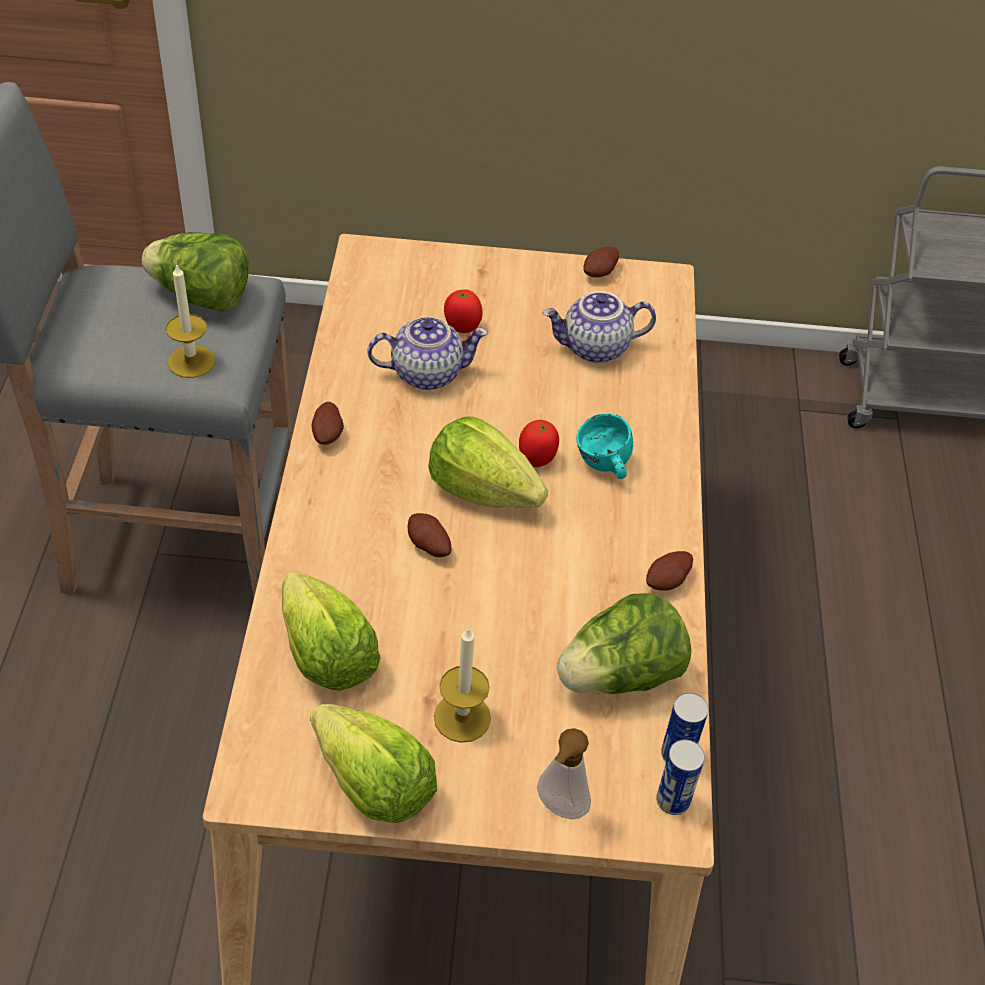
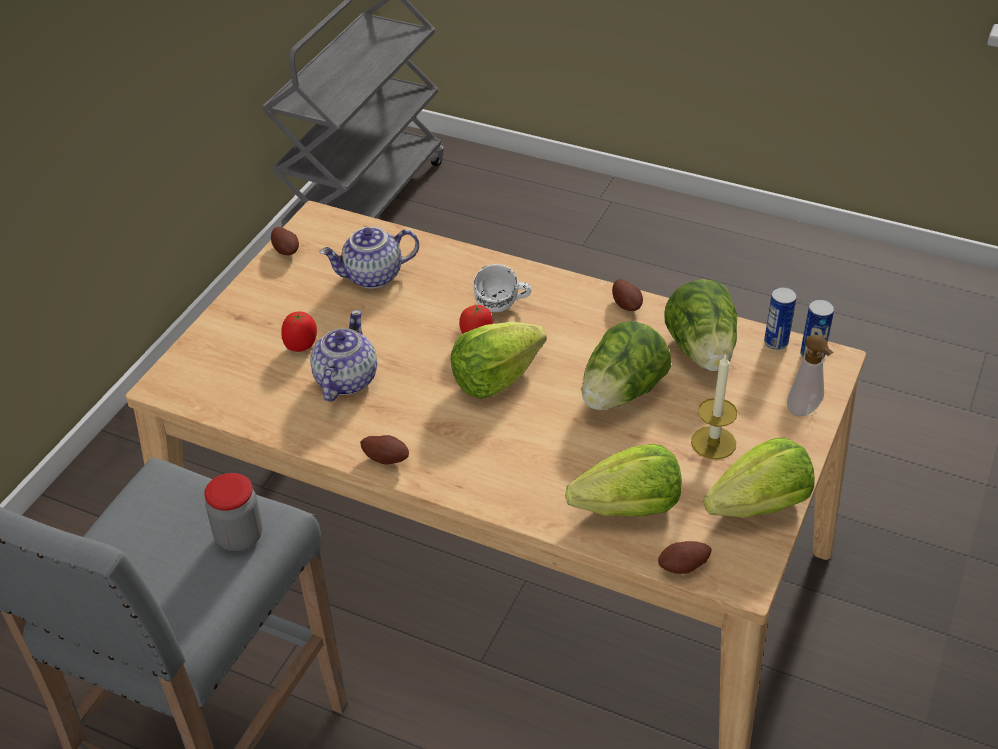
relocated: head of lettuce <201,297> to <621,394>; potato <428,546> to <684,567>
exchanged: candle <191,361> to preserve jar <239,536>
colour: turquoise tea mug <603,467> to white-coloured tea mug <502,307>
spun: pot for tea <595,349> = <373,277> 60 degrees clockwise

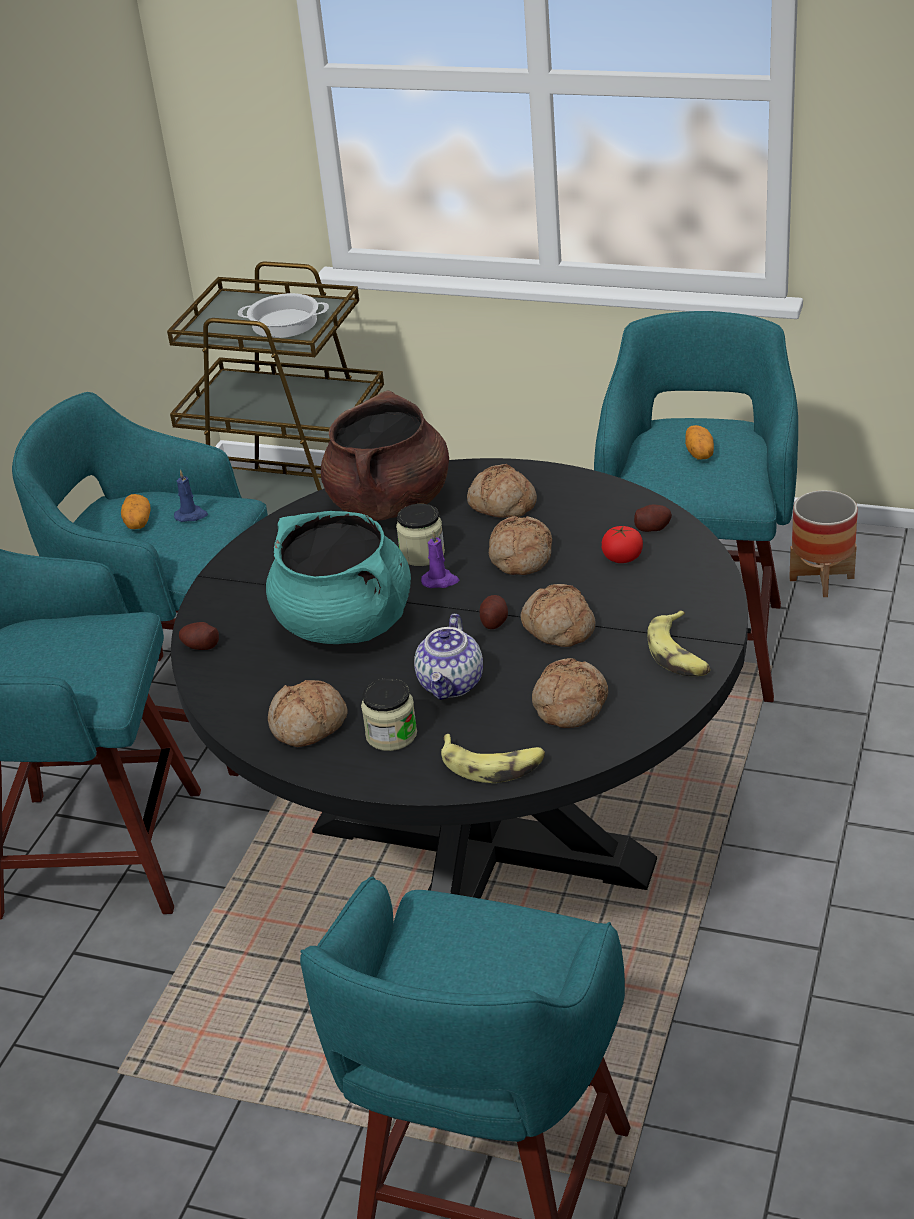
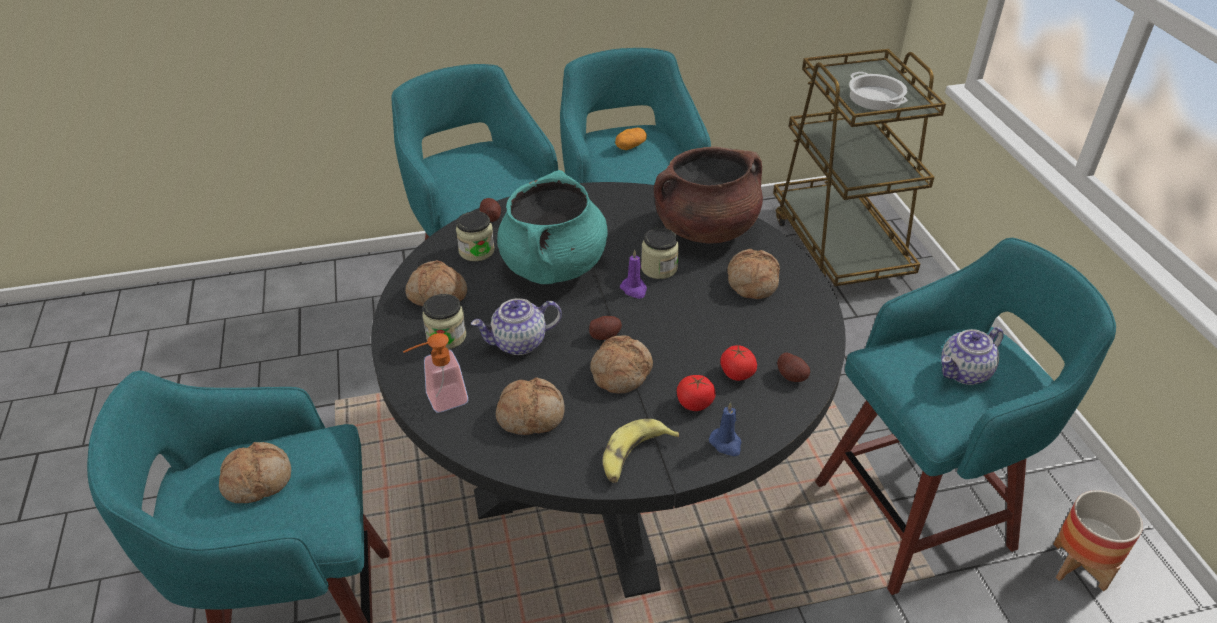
appeared: preserve jar <476,251>; whole tomato <695,403>
relocated: blue-coloured candle <191,515> to <726,443>; baked bread <519,557> to <258,479>
exchanged: whole banana <493,764> to soap dispenser <439,401>; potato <699,453> to pot for tea <965,373>

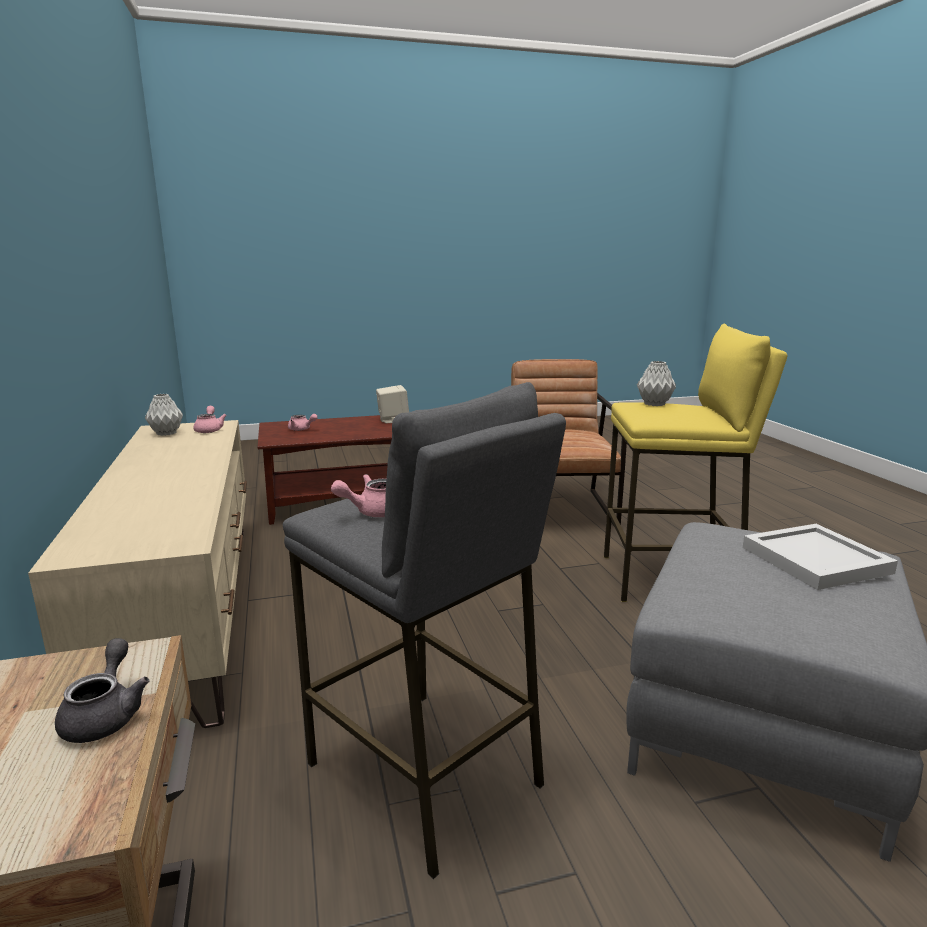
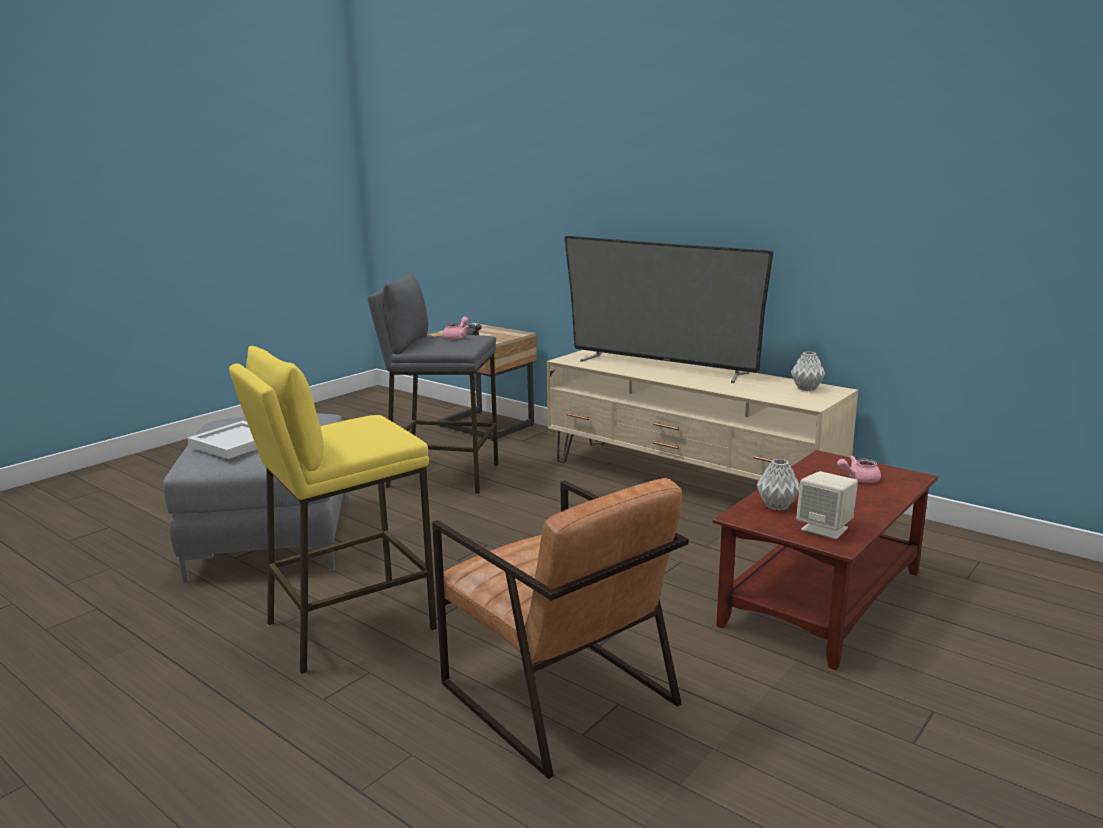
missing: pink-coloured pot for tea <209,429>
appeared: TV set <661,367>
relocated: gray flower vase <654,404> to <777,506>

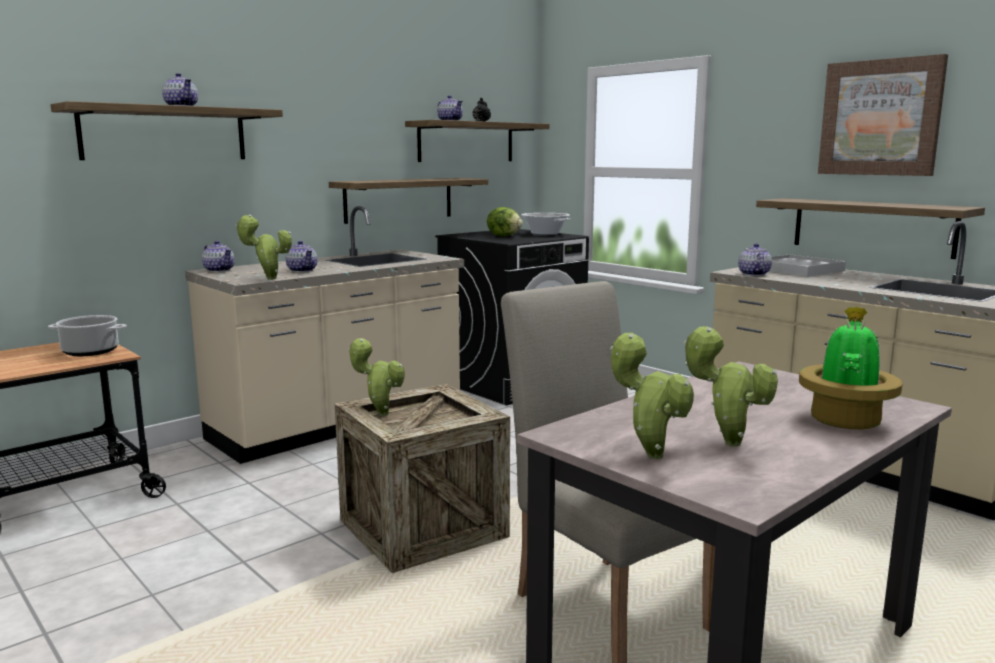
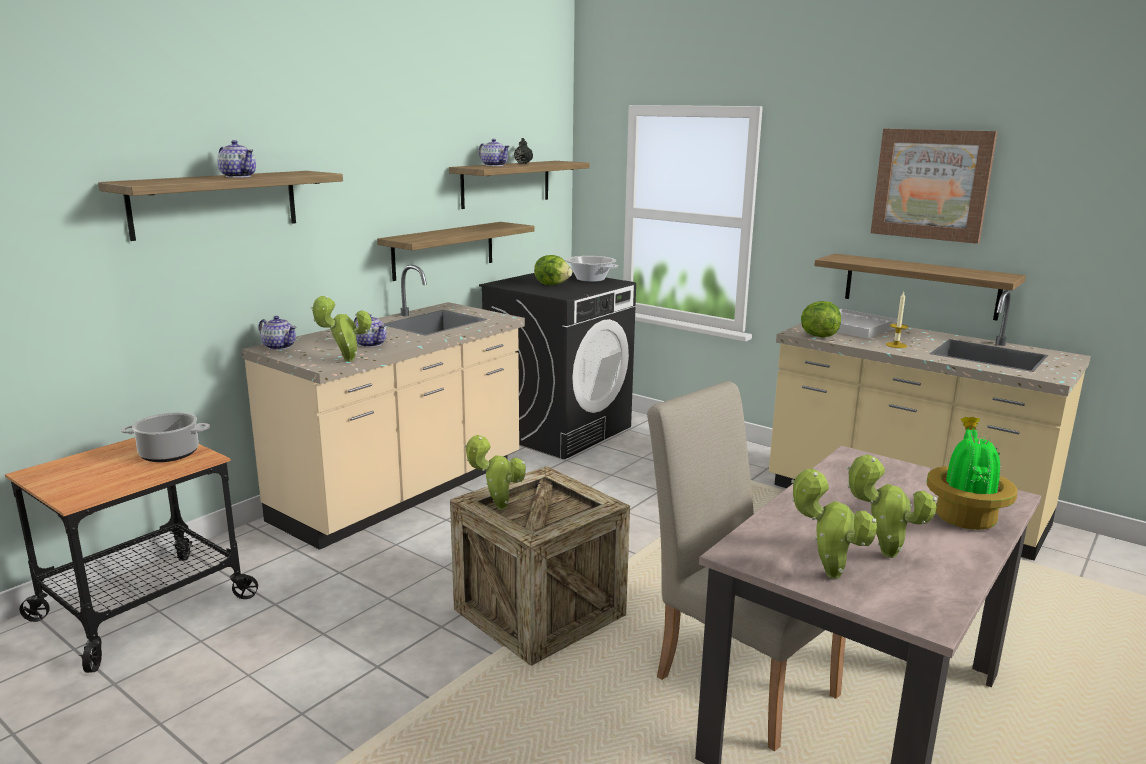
appeared: candle <896,345>
exchanged: pot for tea <753,274> to head of lettuce <818,336>

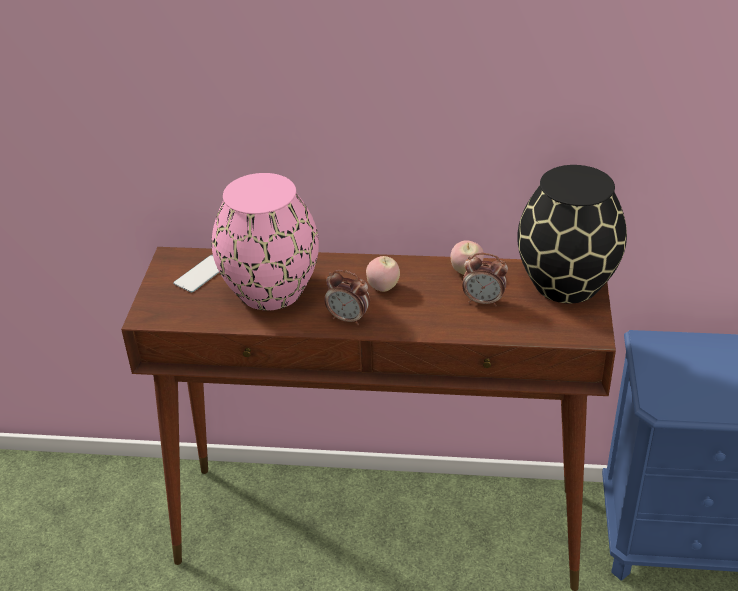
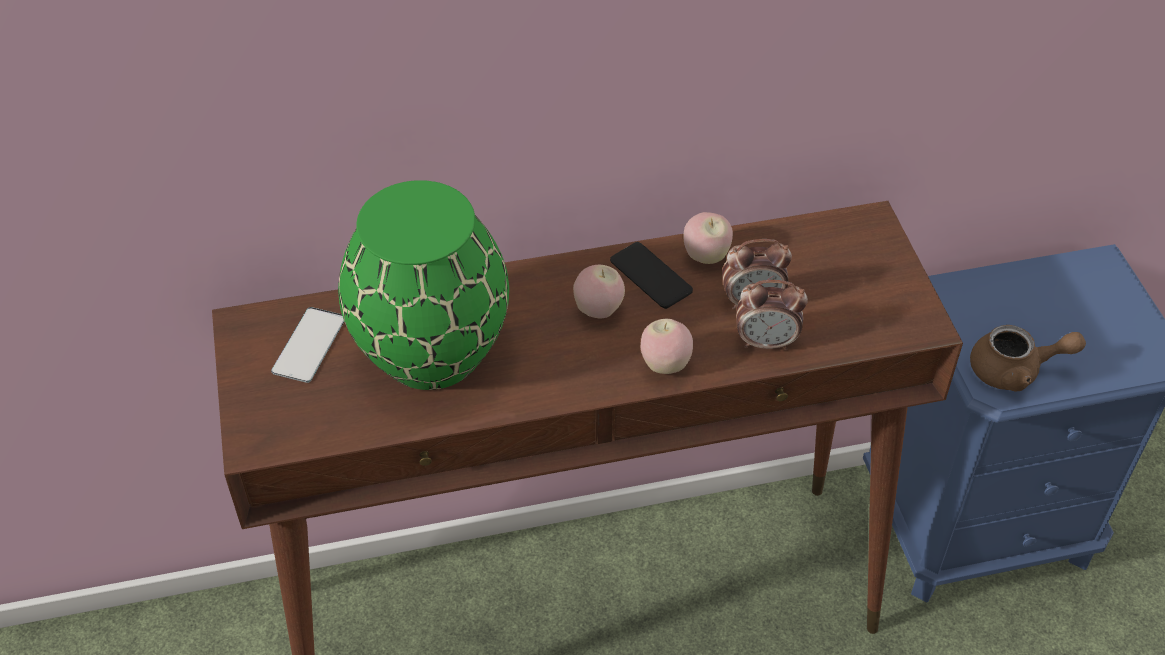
missing: black flower vase <567,284>
appeared: phone <651,276>; whole apple <665,365>; brownish pot for tea <1015,370>
relocated: table clock <348,319> to <766,342>
colour: pink-coloured flower vase <272,291> to green-coloured flower vase <434,352>

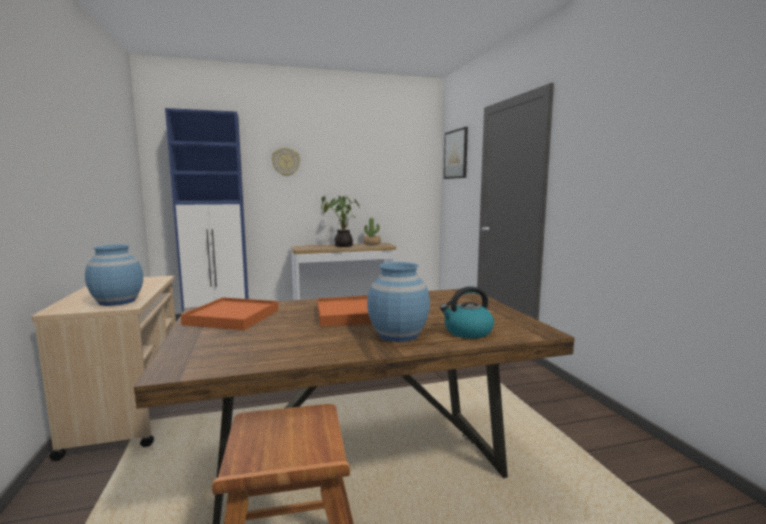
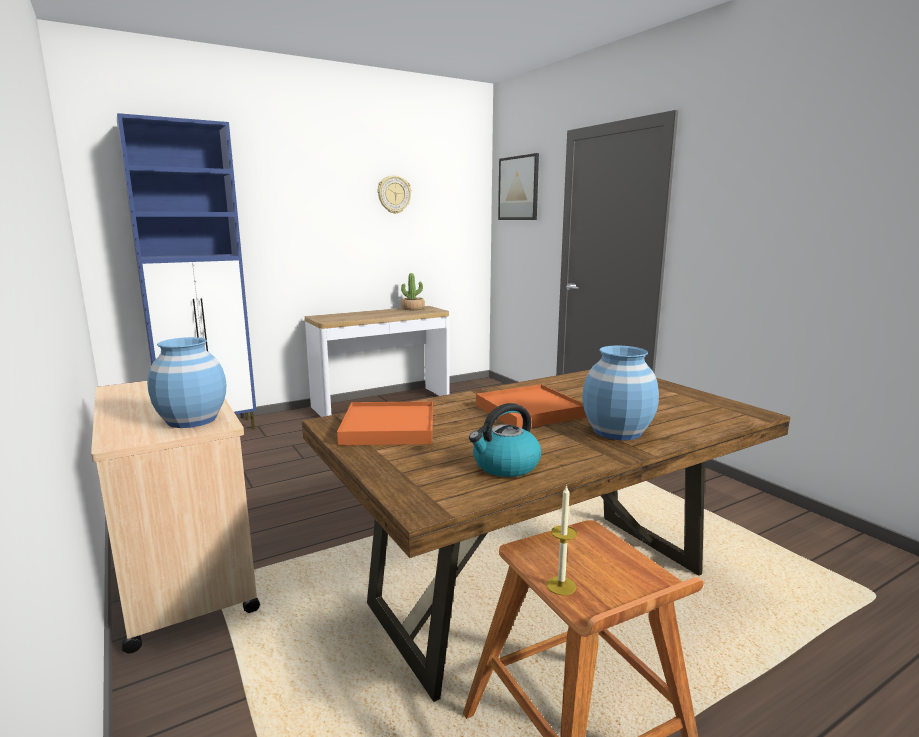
missing: houseplant <342,245>
appeared: candle <561,586>
relocated: clock on the wall <286,162> to <394,194>; water kettle <467,332> to <505,466>

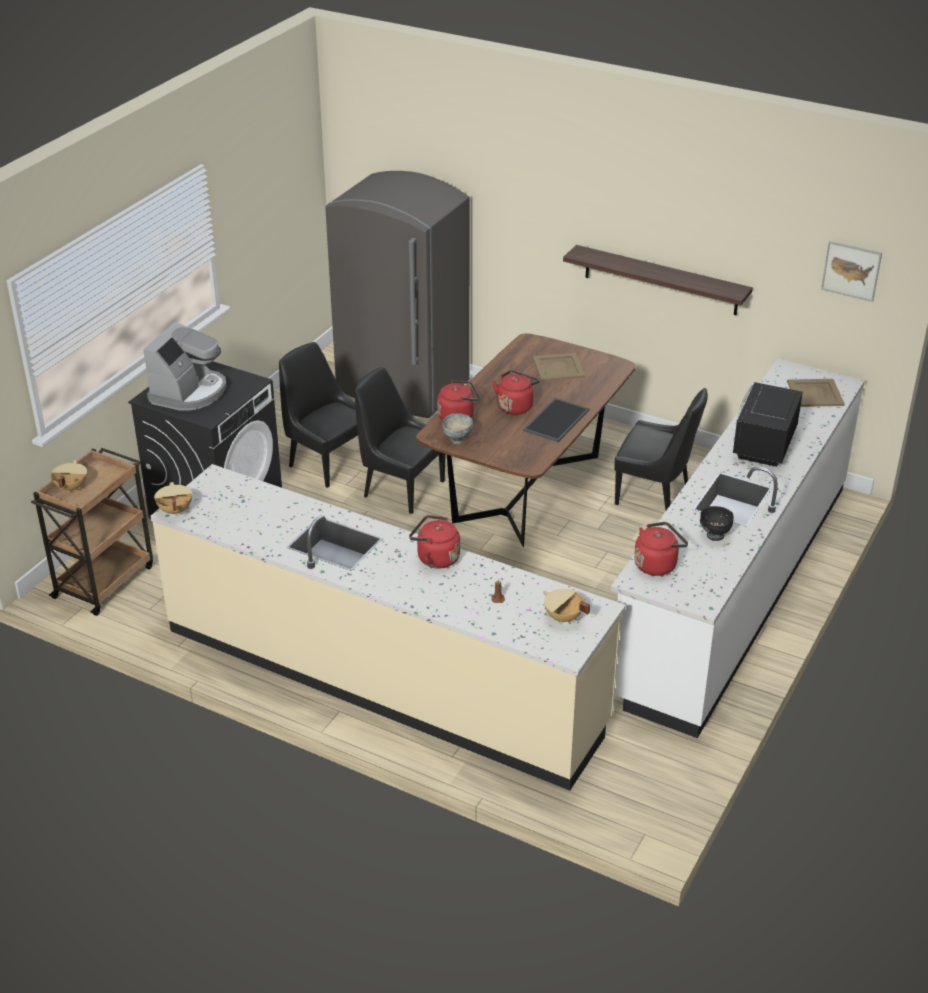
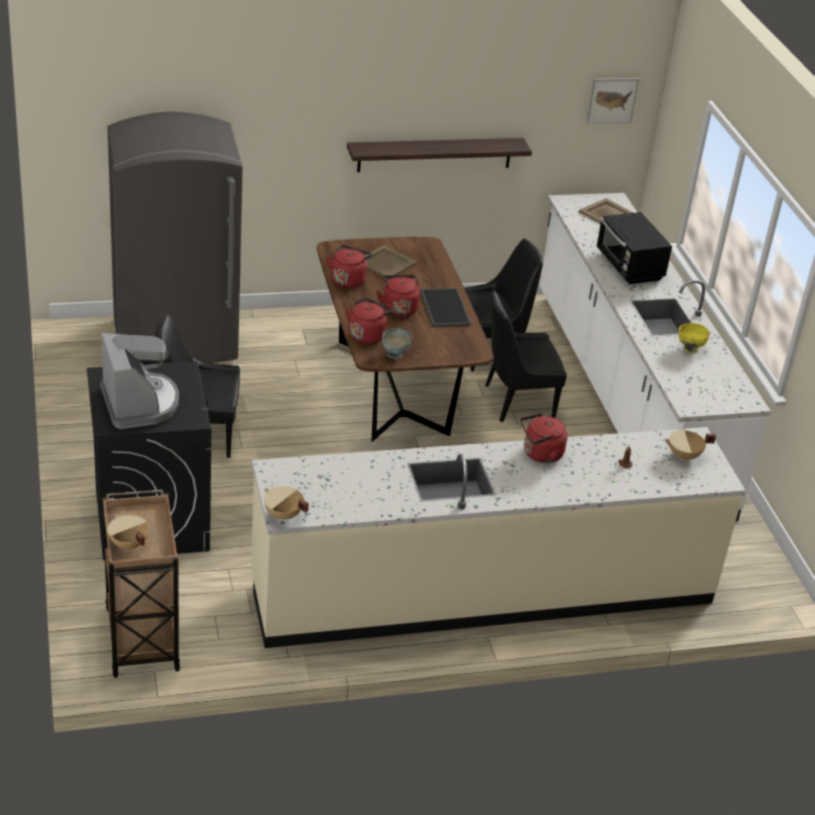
relocated: black chair <401,488> to <516,402>; red water kettle <657,564> to <348,280>
colour: black bowl <714,535> to yellowish bowl <690,349>

